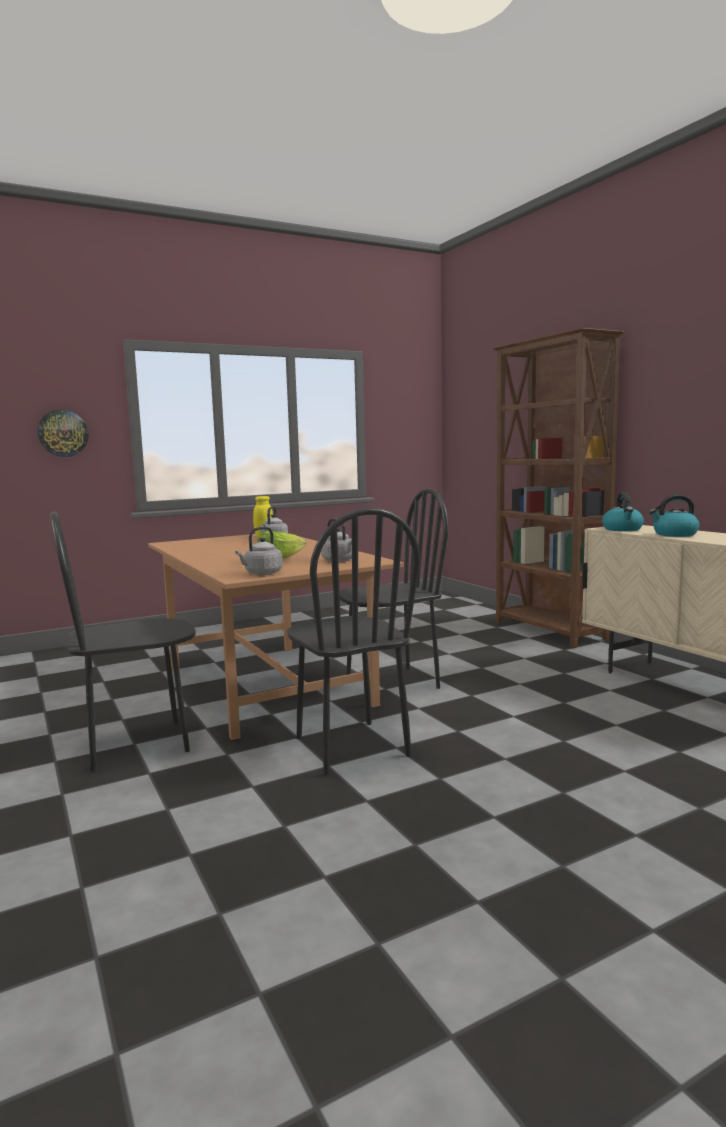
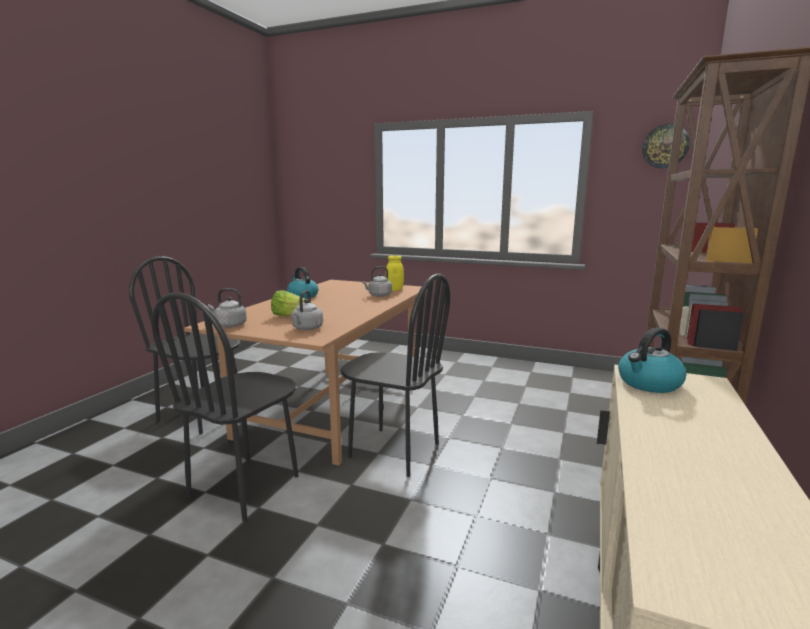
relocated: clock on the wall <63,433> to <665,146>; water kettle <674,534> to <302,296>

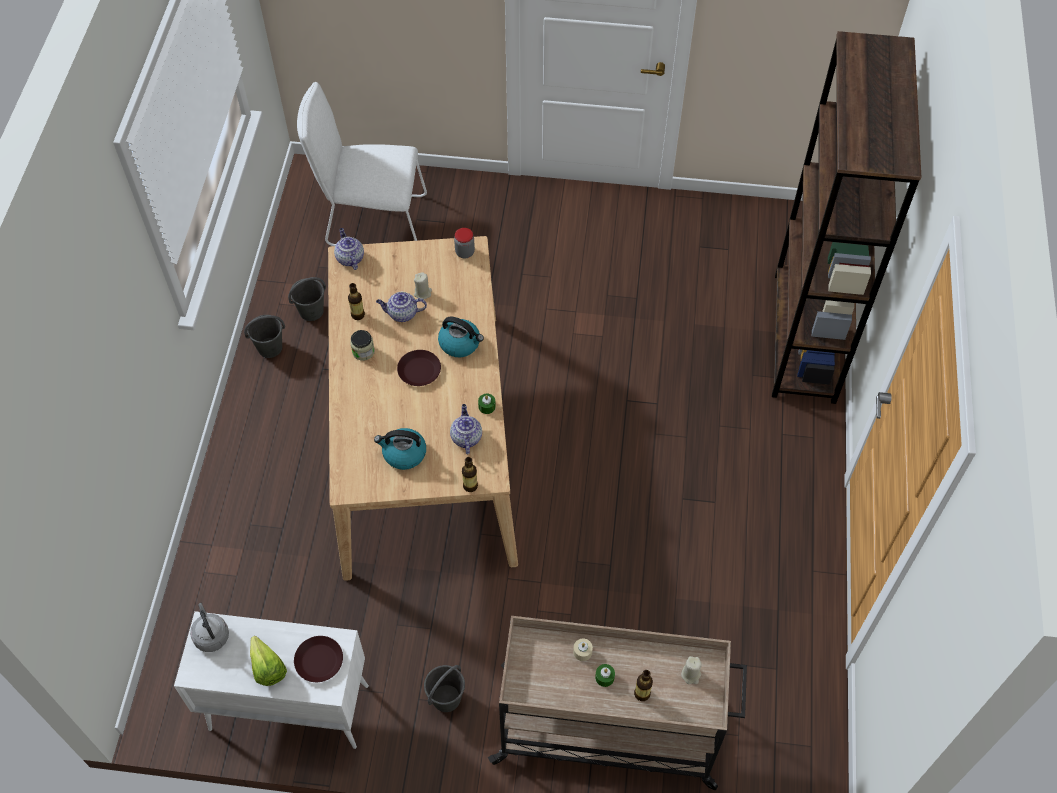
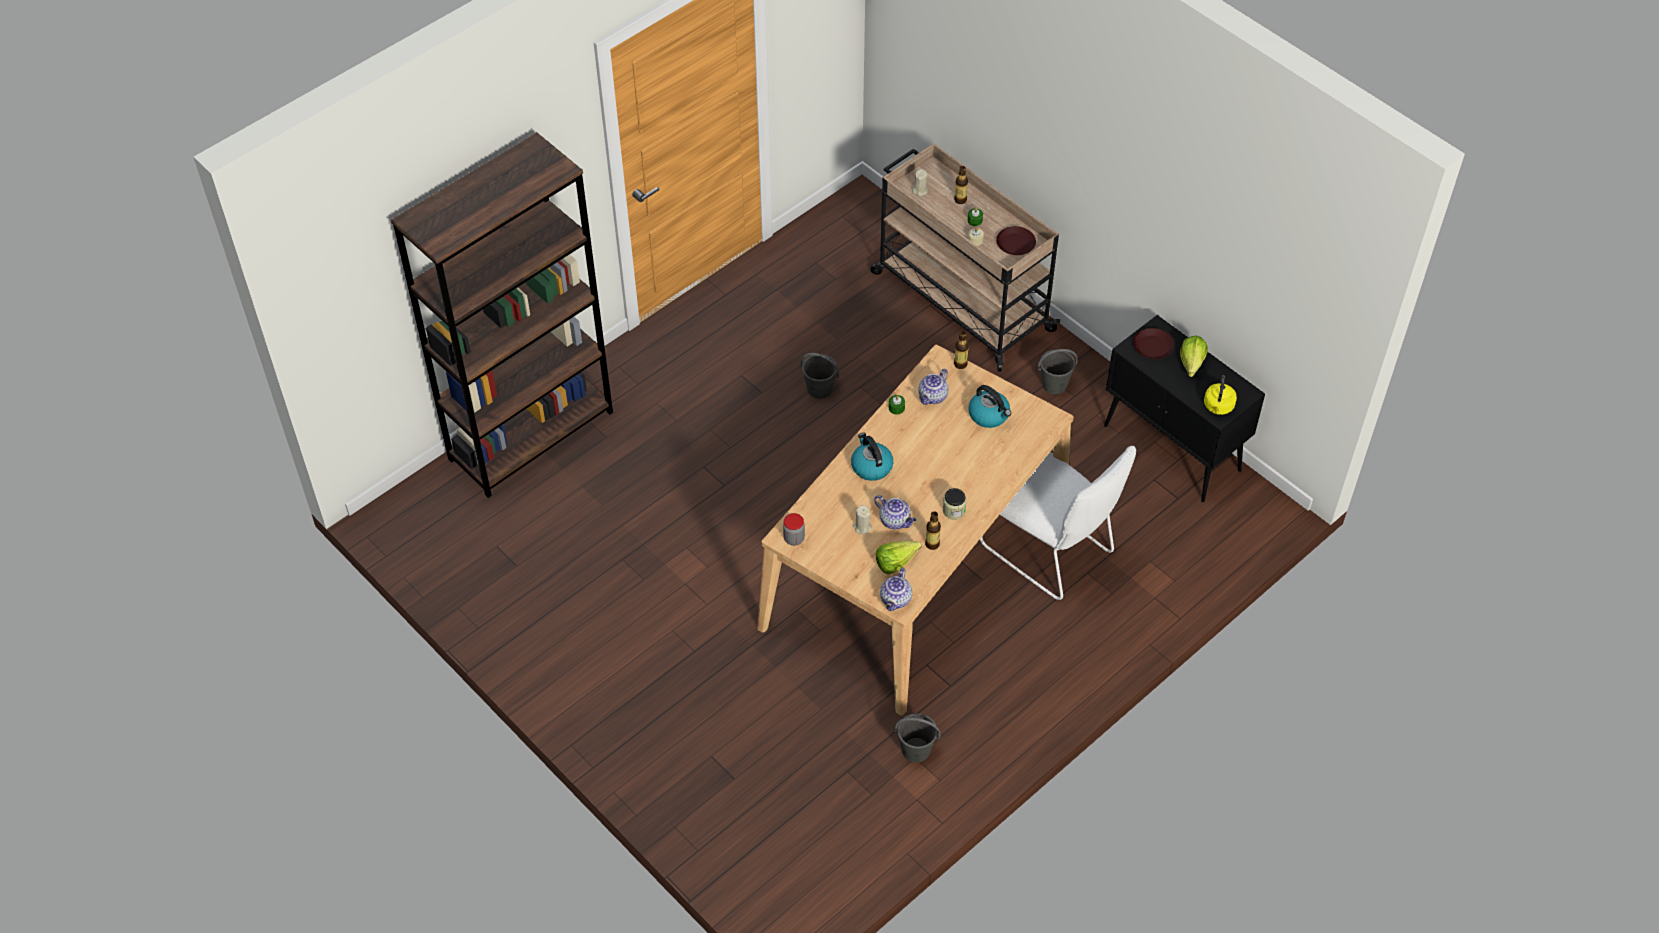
appeared: head of lettuce <899,562>
relocated: gray water bucket <269,348> to <820,389>; white-coloured chair <371,221> to <1051,552>; brownish dinner plate <419,370> to <1015,244>
colour: white-coloured cabinet <287,707> to black cabinet <1173,449>; gray water kettle <211,635> to yellowish water kettle <1218,407>

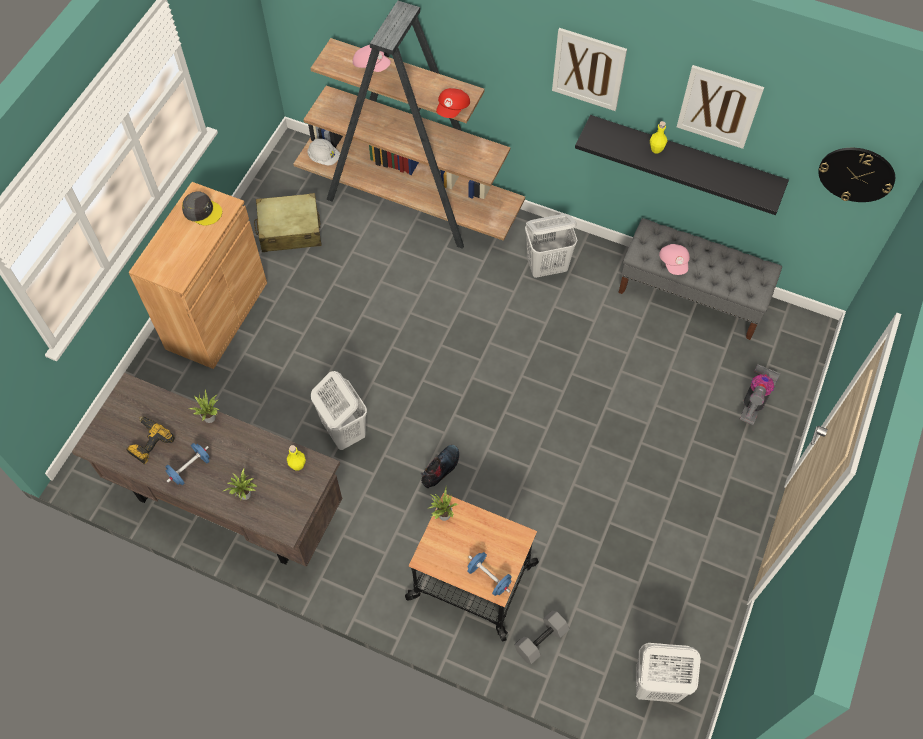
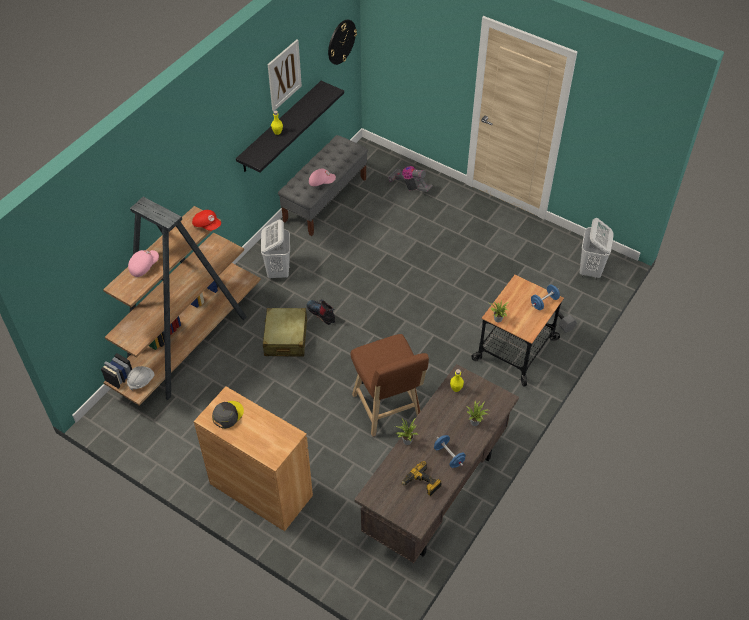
missing: wall picture <588,69>
relocated: beige suitcase <289,230> to <285,338>; tall boot <440,469> to <322,314>
exchanged: white-coloured laundry basket <344,431> to brownish sitting stool <388,410>

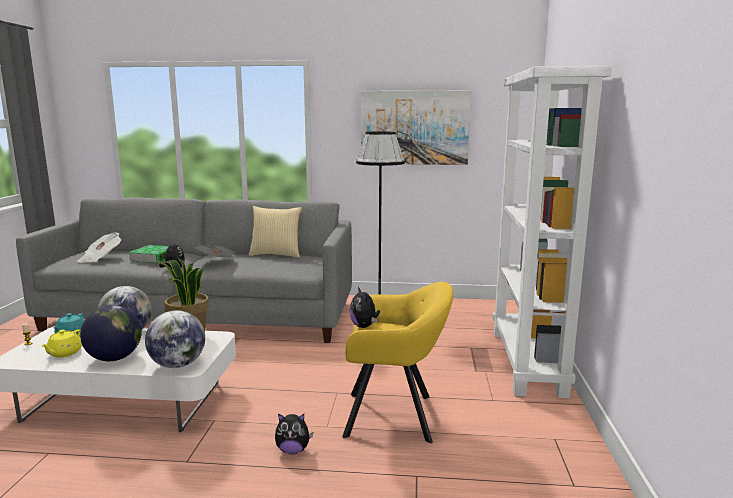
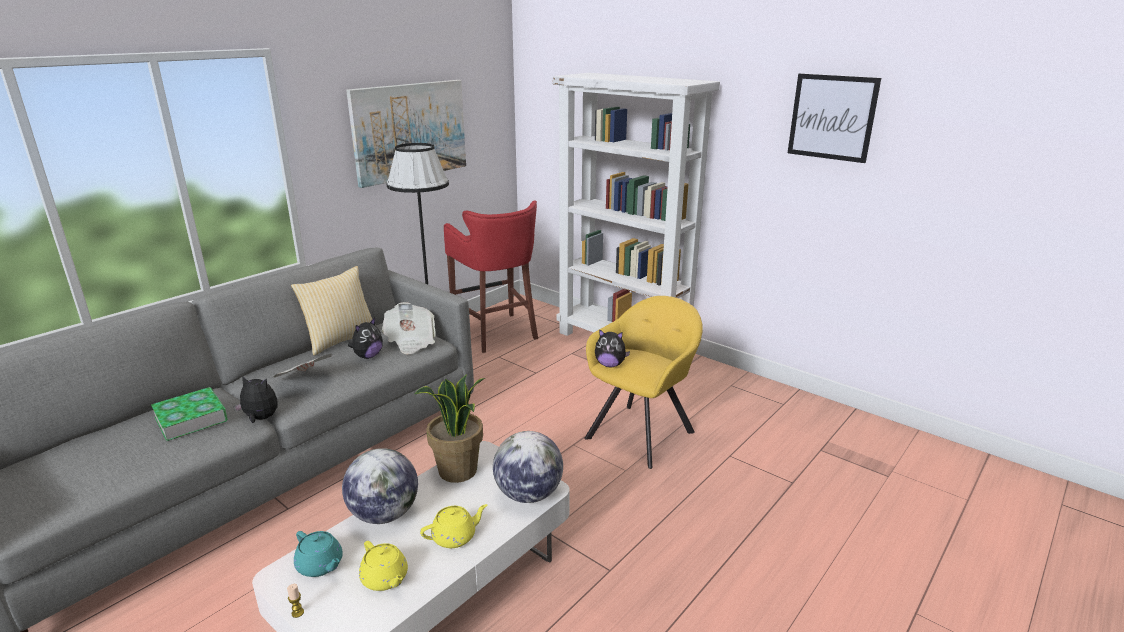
appeared: red sitting stool <497,334>; wall picture <832,117>
relocated: newspaper <100,259> to <410,341>; plush toy <293,450> to <368,356>
exchanged: world globe <114,358> to yellowish pot for tea <455,537>

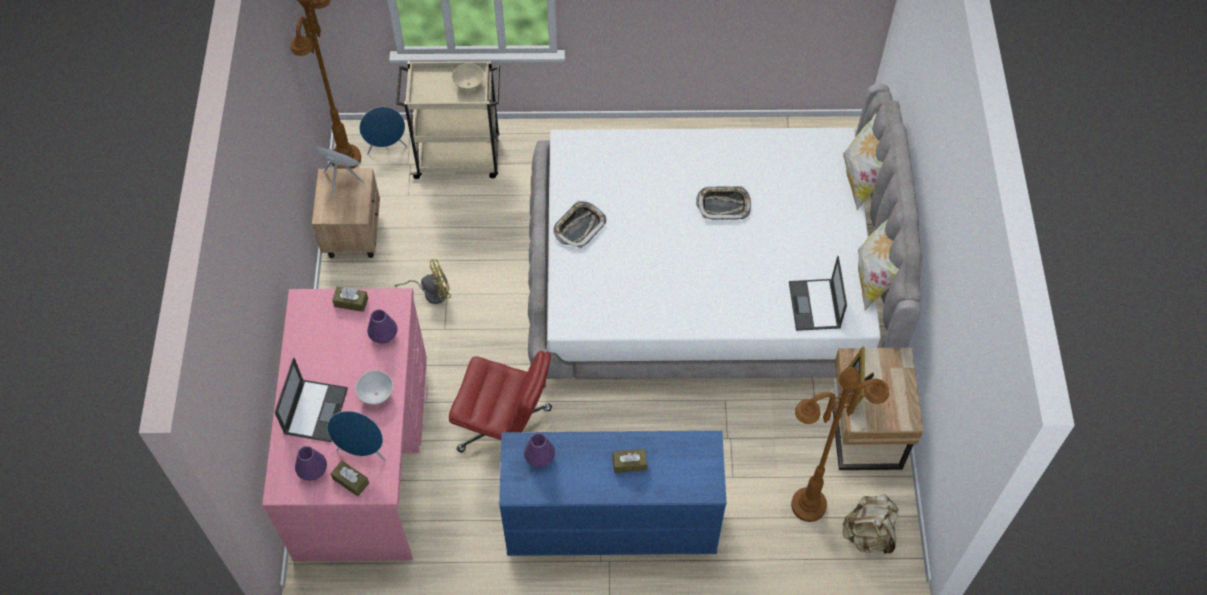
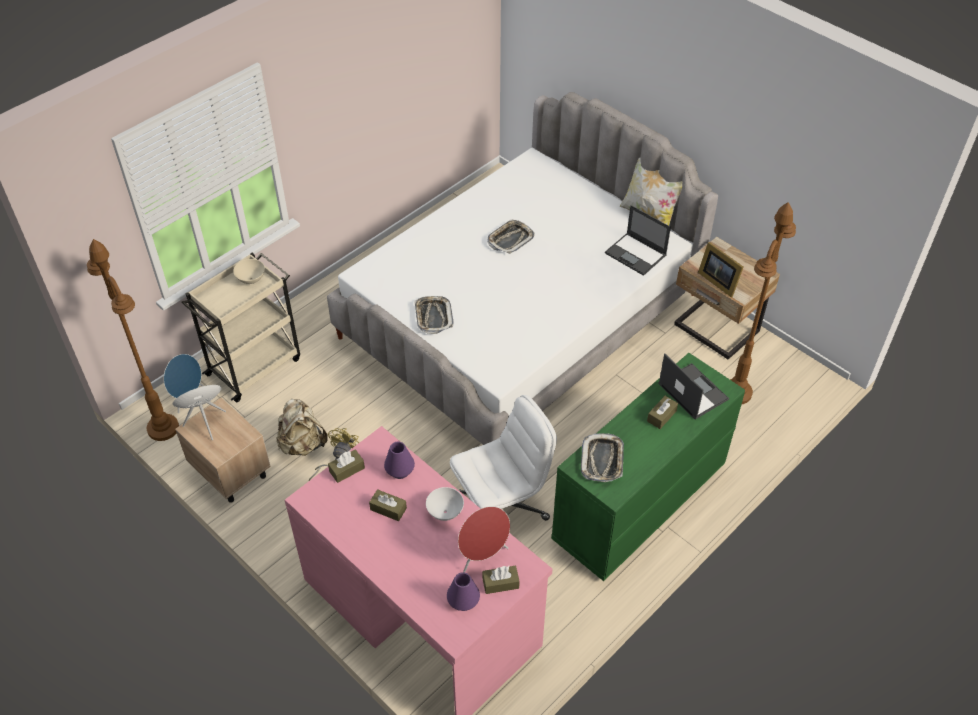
missing: pillow <861,180>
appeared: brownish tissue box <388,509>
relocated: notebook computer <316,410> to <692,391>; beige rucksack <868,534> to <302,444>
exchanged: purple flower vase <539,457> to serving tray <602,460>
colour: blue-coloured speaker <363,450> to red speaker <483,556>; red office chair <506,429> to white-coloured office chair <502,506>; blue-coloured drawer chest <609,522> to green-coloured drawer chest <638,503>

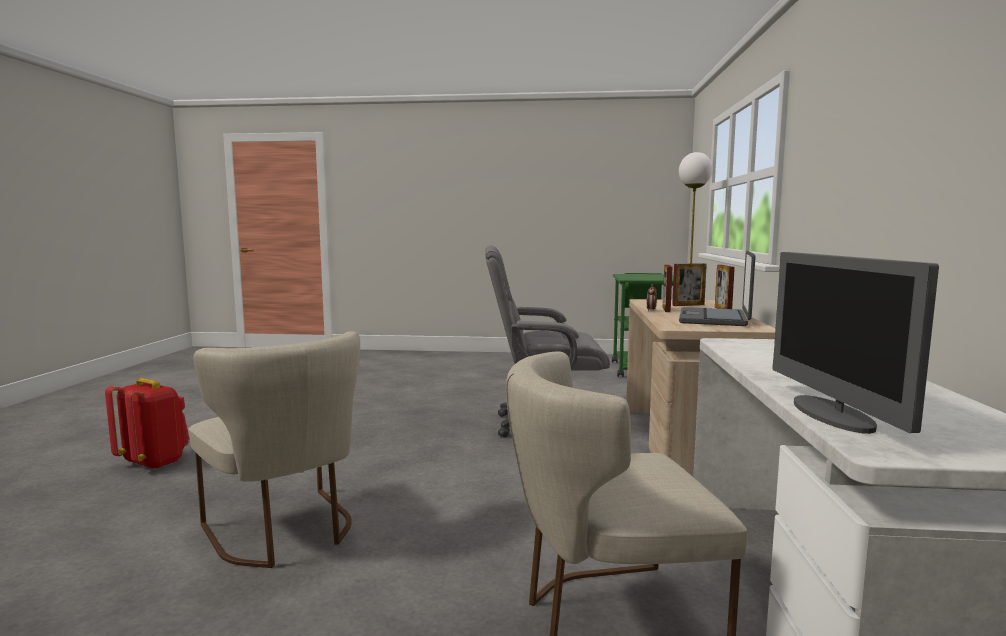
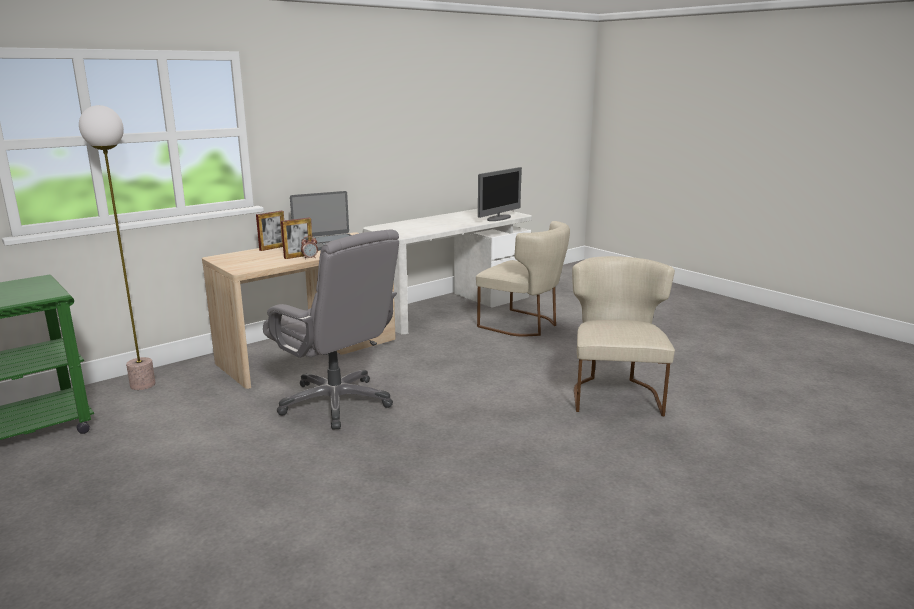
missing: red rucksack <154,462>; standing frame <688,305>

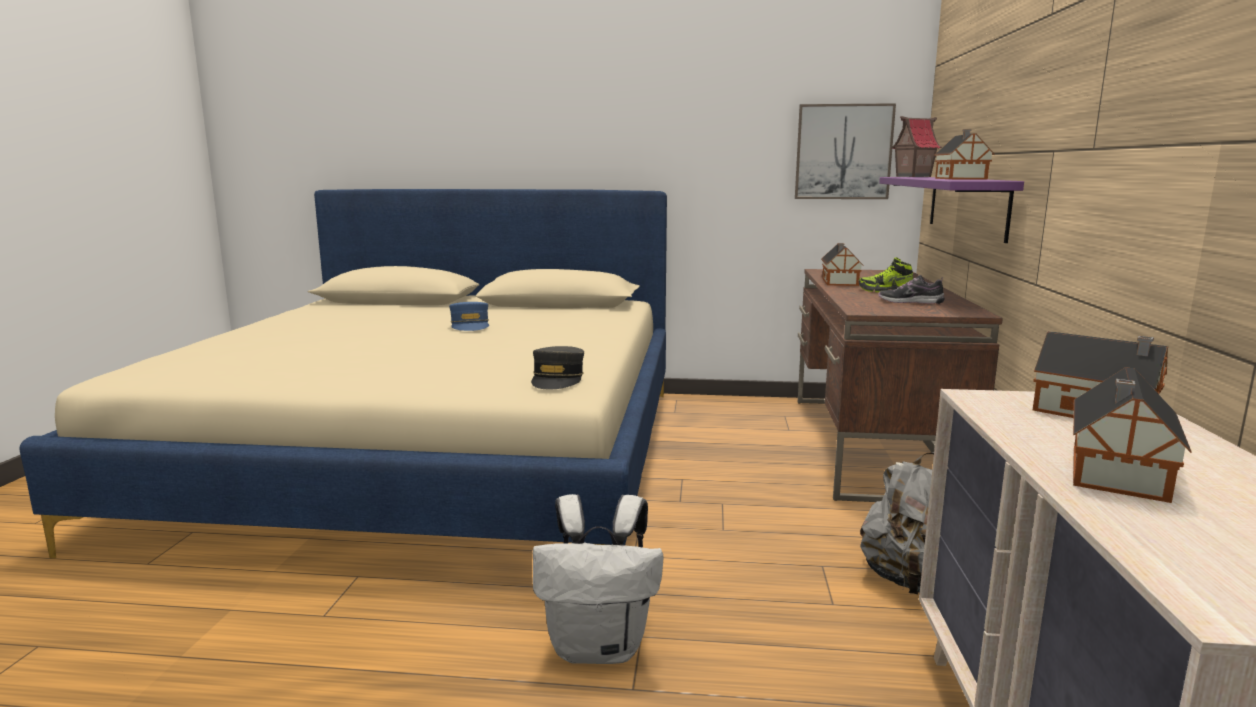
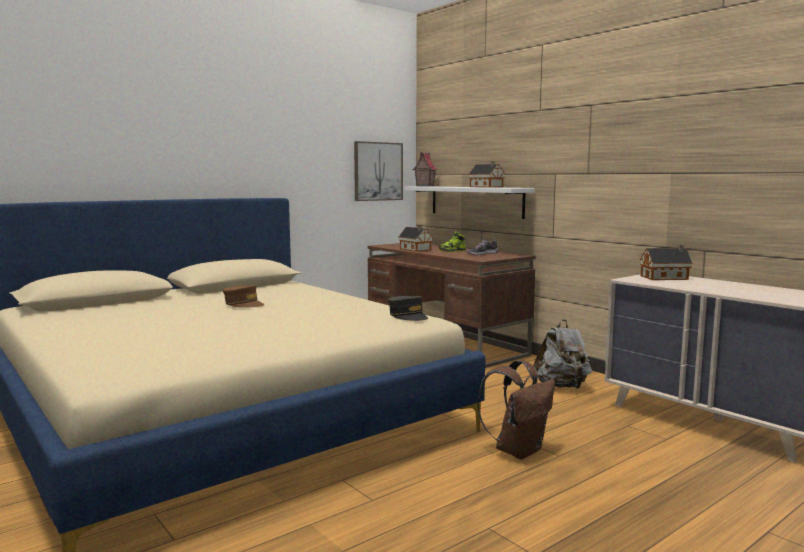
missing: miniature house <1116,474>
colour: blue-coloured cap <470,325> to brownish cap <243,304>; white-coloured rucksack <600,647> to brownish rucksack <518,450>; purple wall shelf <966,205> to white-coloured wall shelf <475,201>

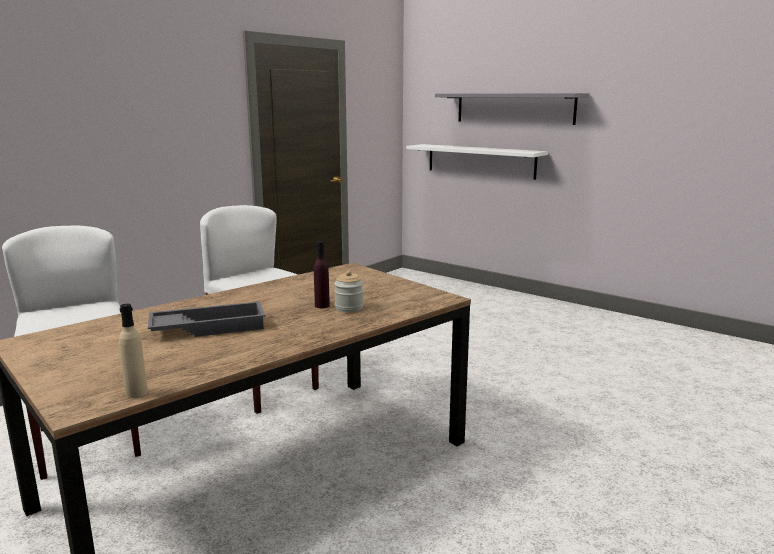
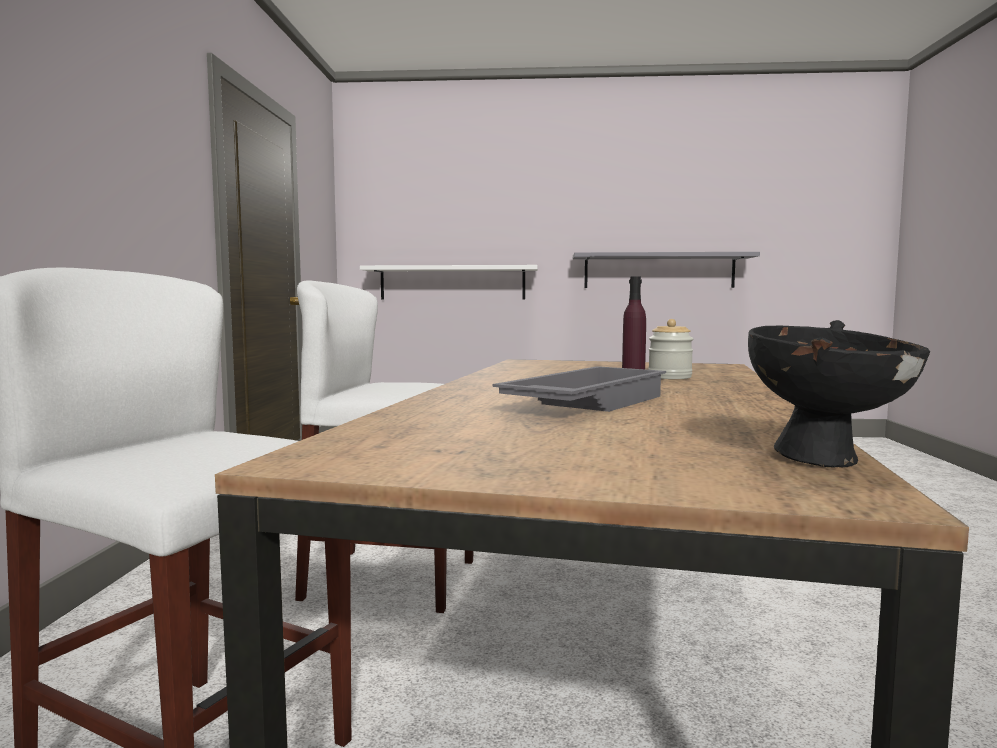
relocated: gray wall shelf <514,108> to <659,271>
exchanged: beige bottle <136,393> to black bowl <826,460>

